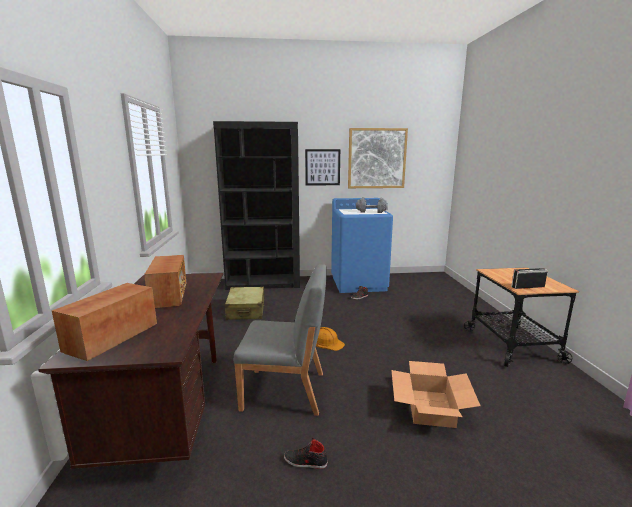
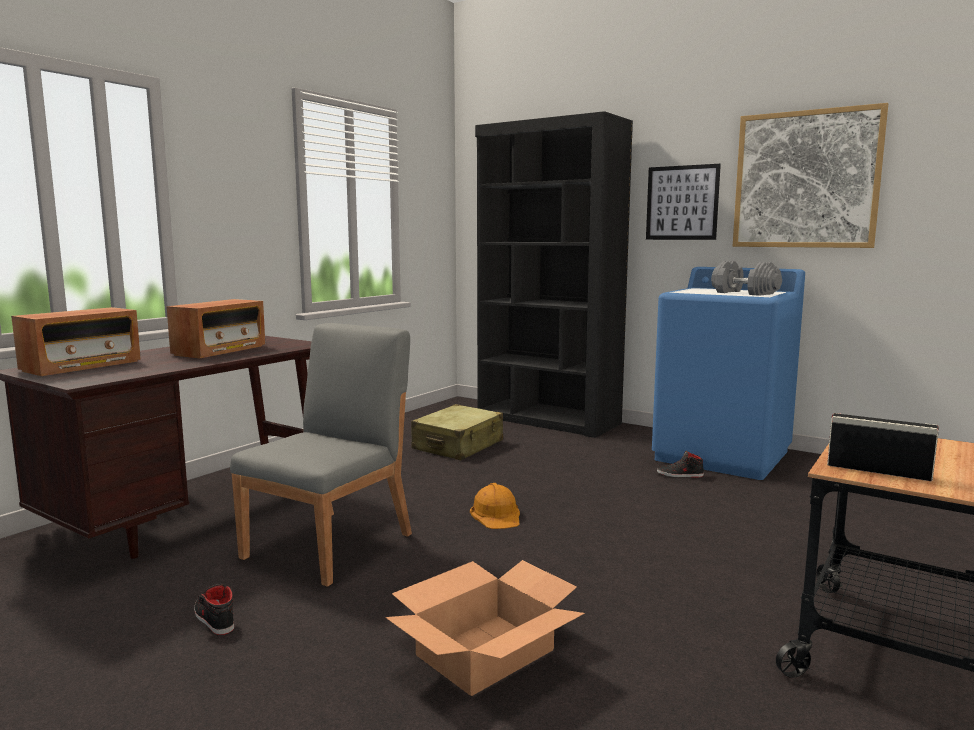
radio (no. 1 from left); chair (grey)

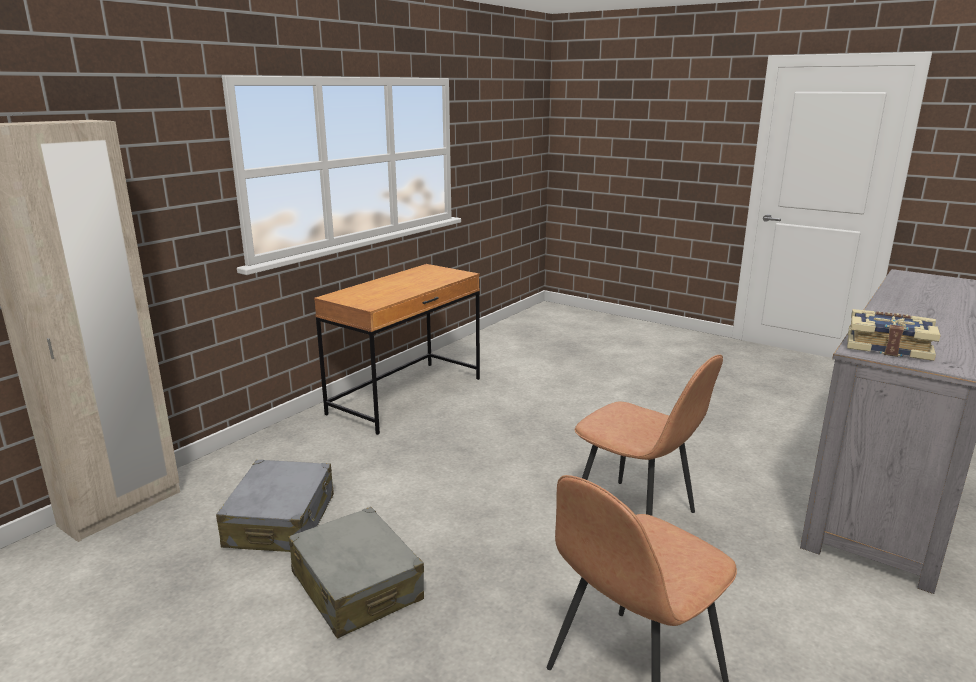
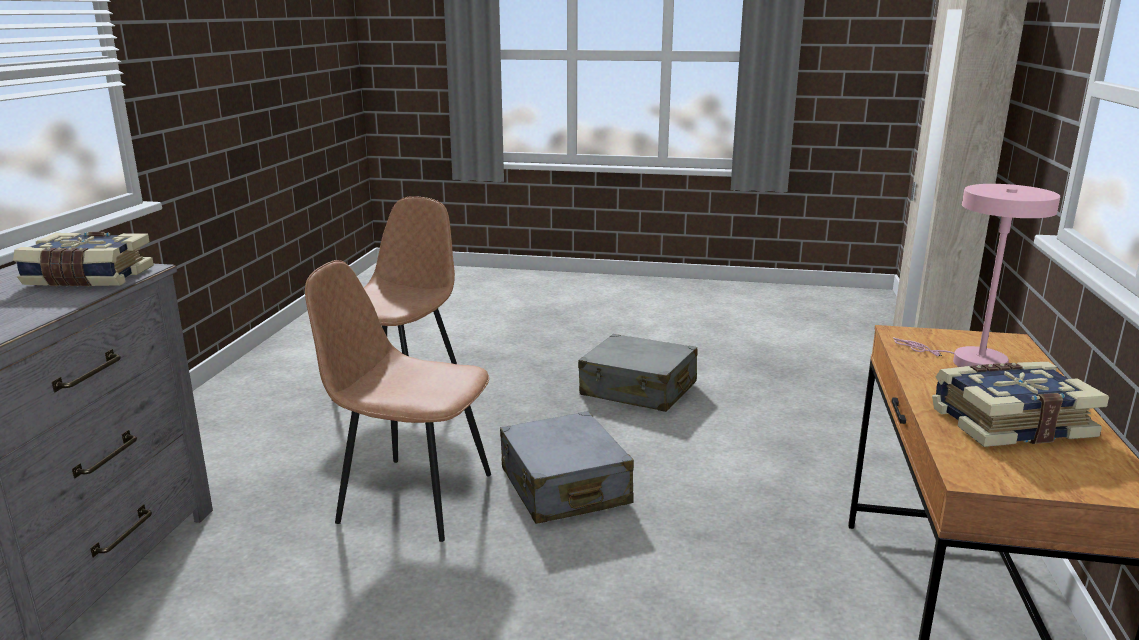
suitcase (grey) (no. 1 from left); table lamp (pink); book (no. 2 from left)

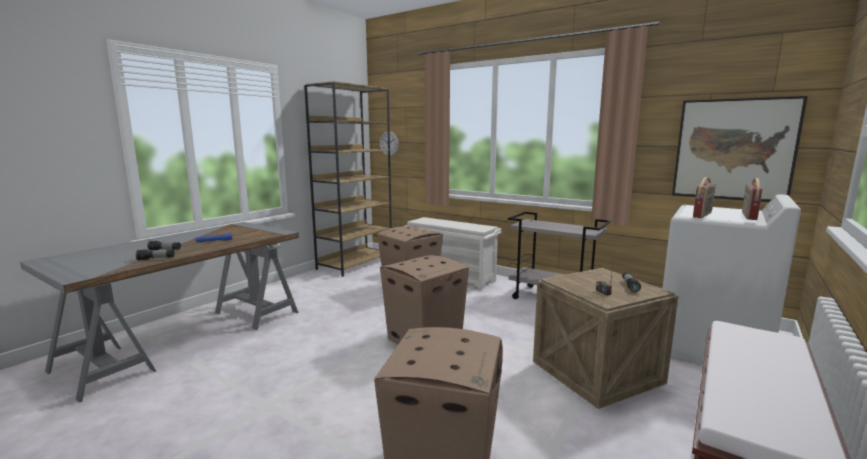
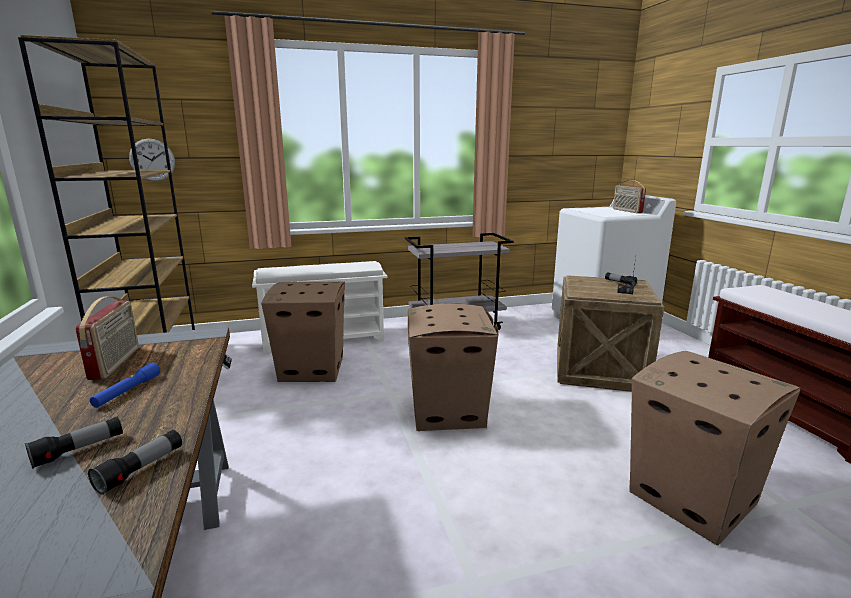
radio (no. 1 from left); picture

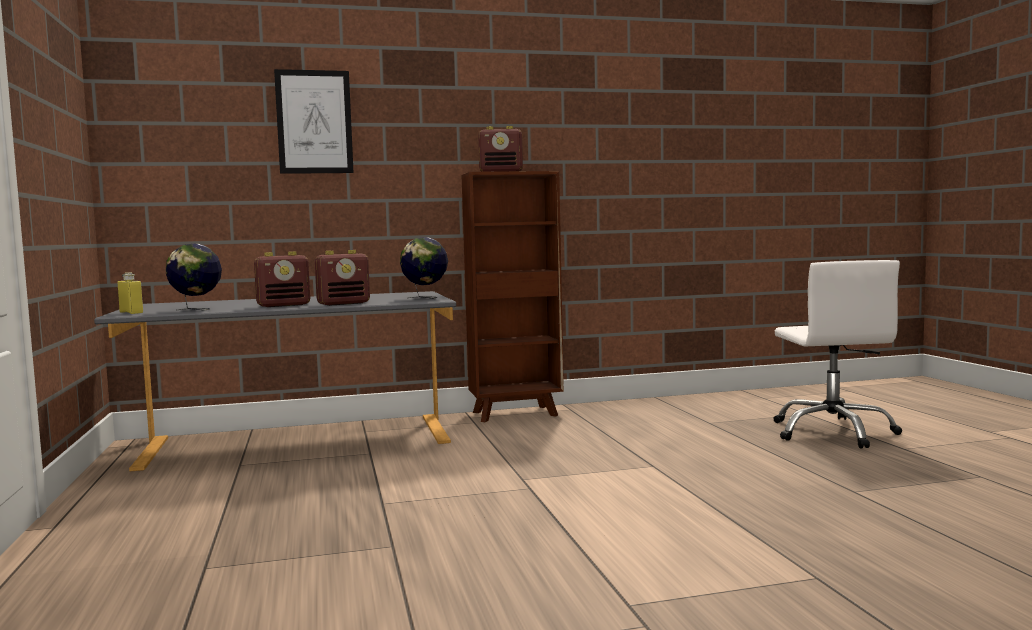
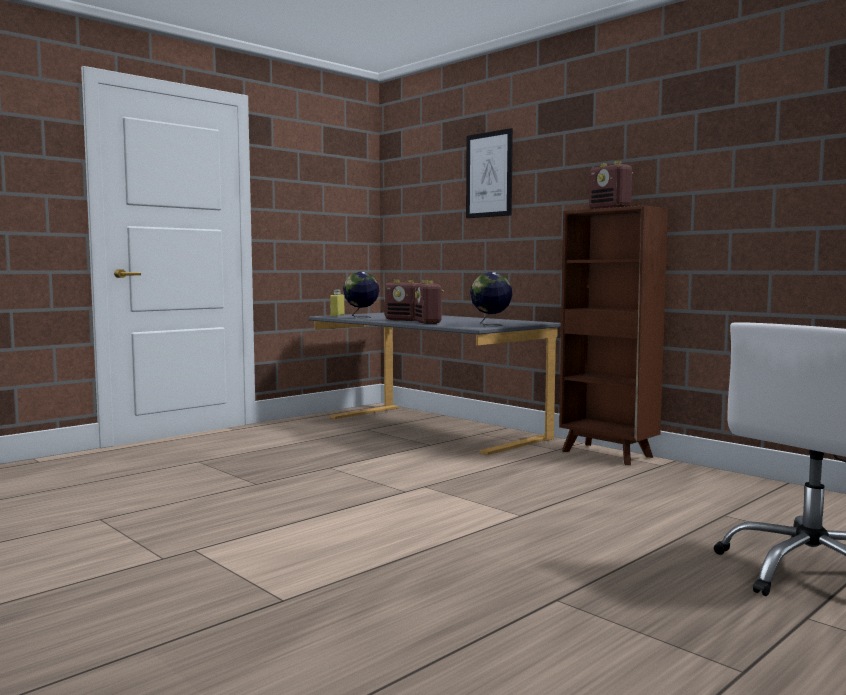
radio (no. 2 from left)

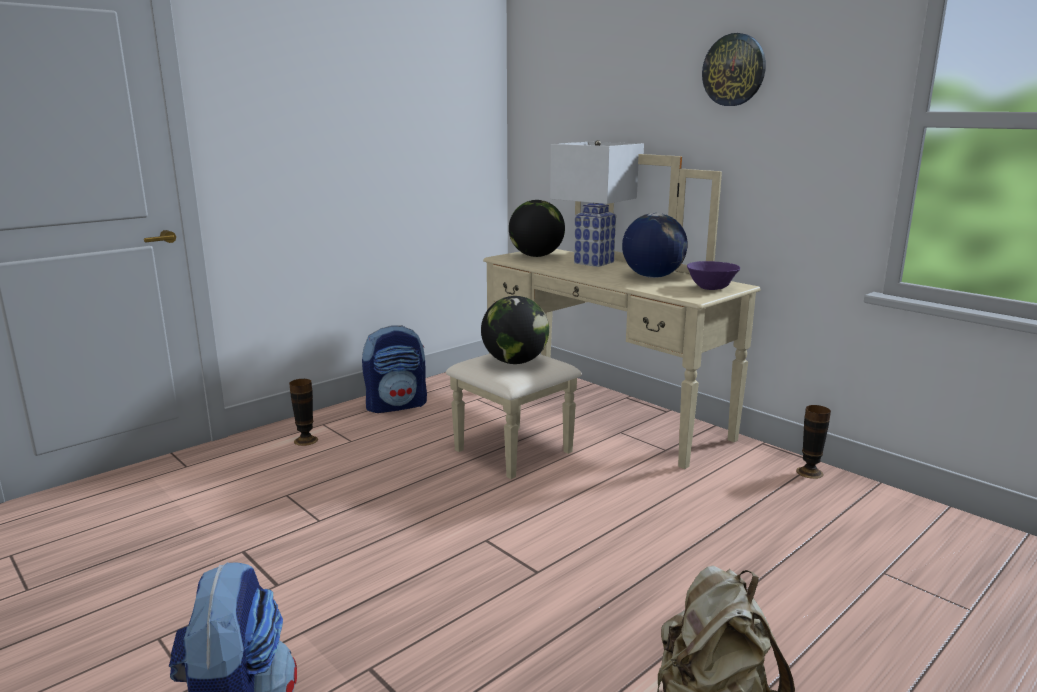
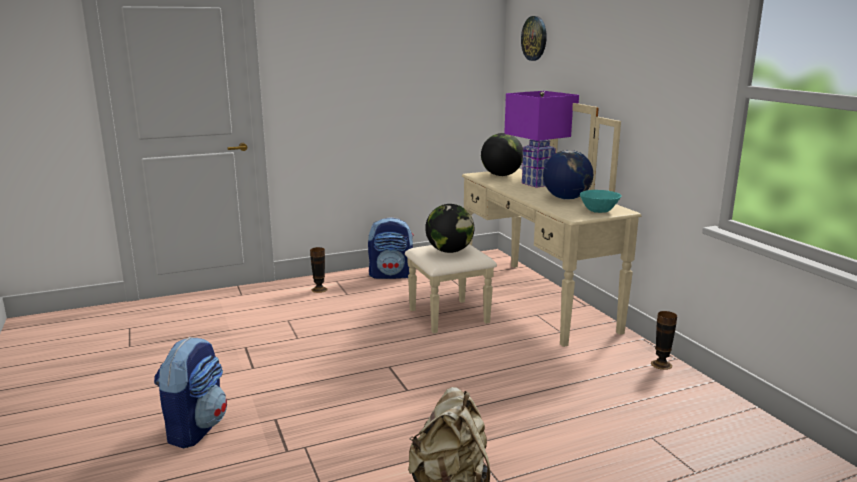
table lamp (purple); wall clock; bowl (turquoise)

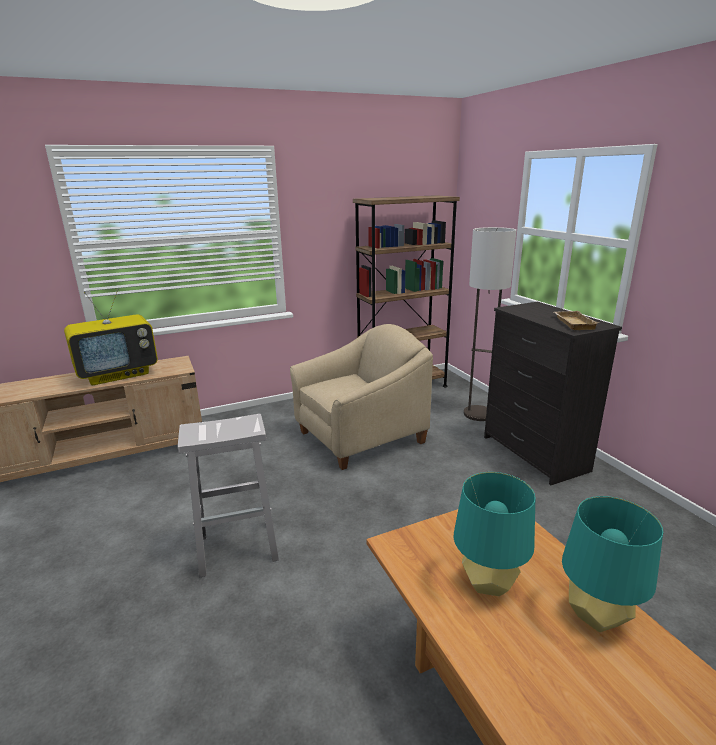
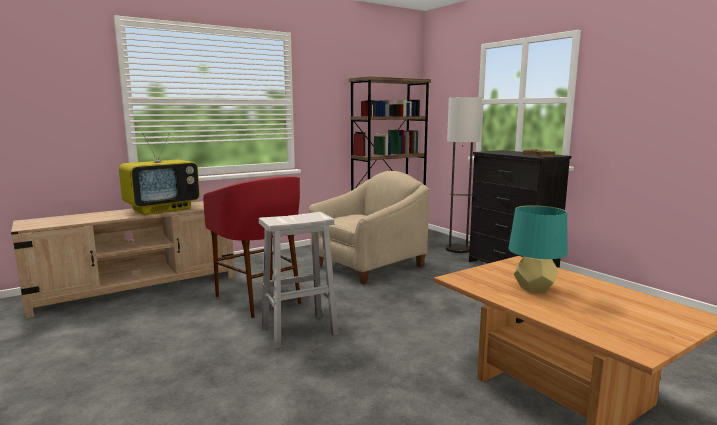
stool (red); table lamp (turquoise) (no. 2 from left in the first image)

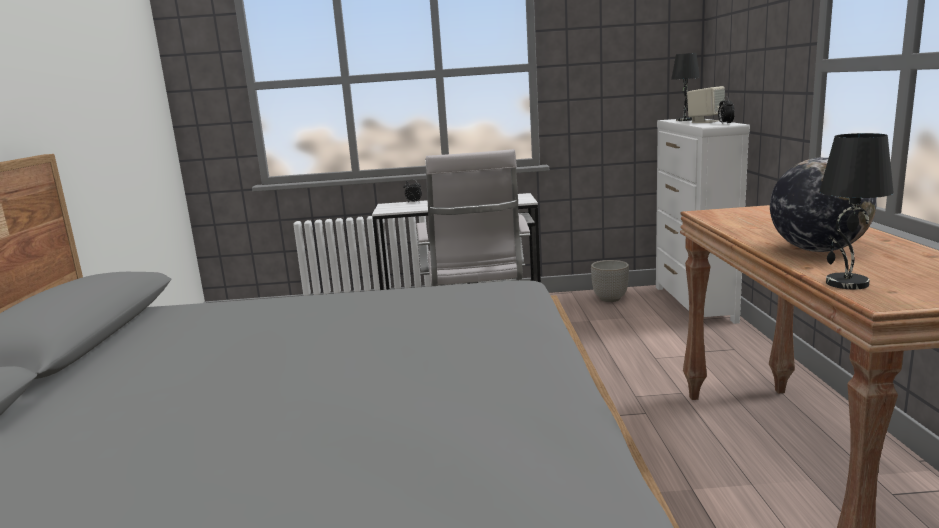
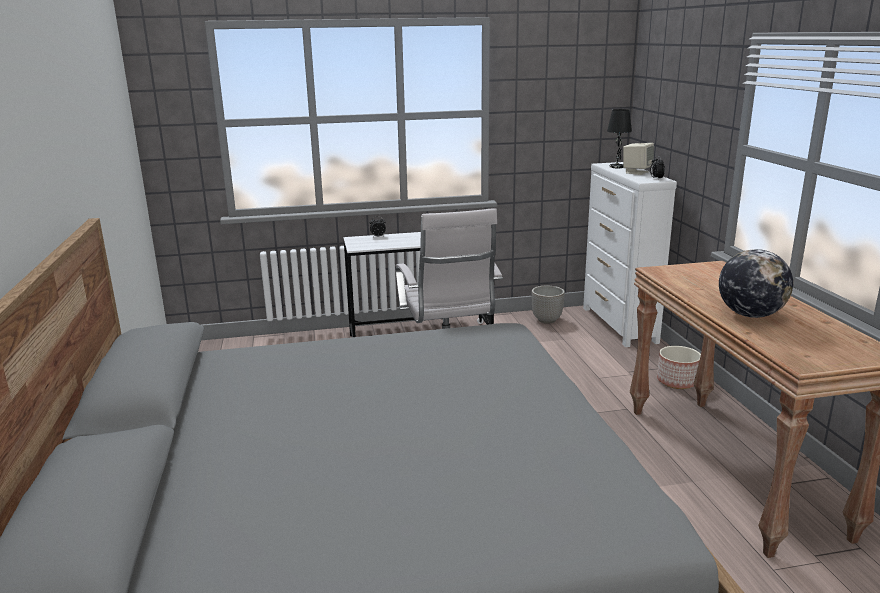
planter (no. 2 from left); table lamp (black) (no. 2 from left in the first image)

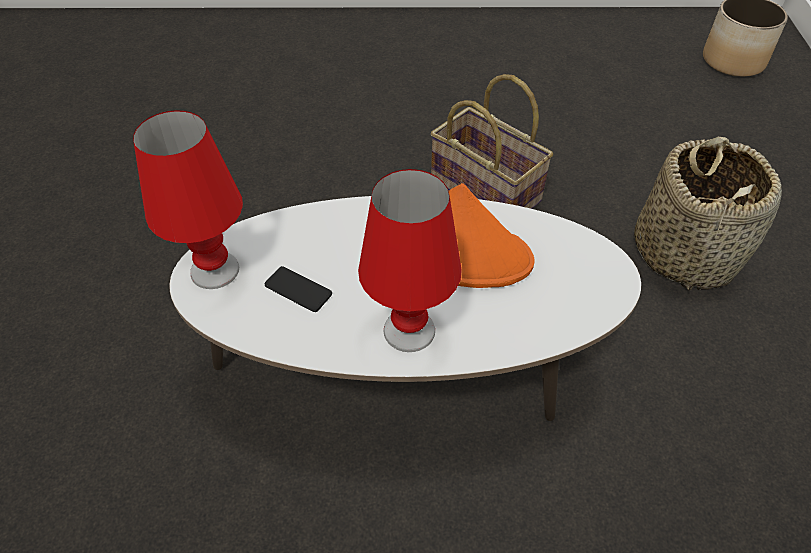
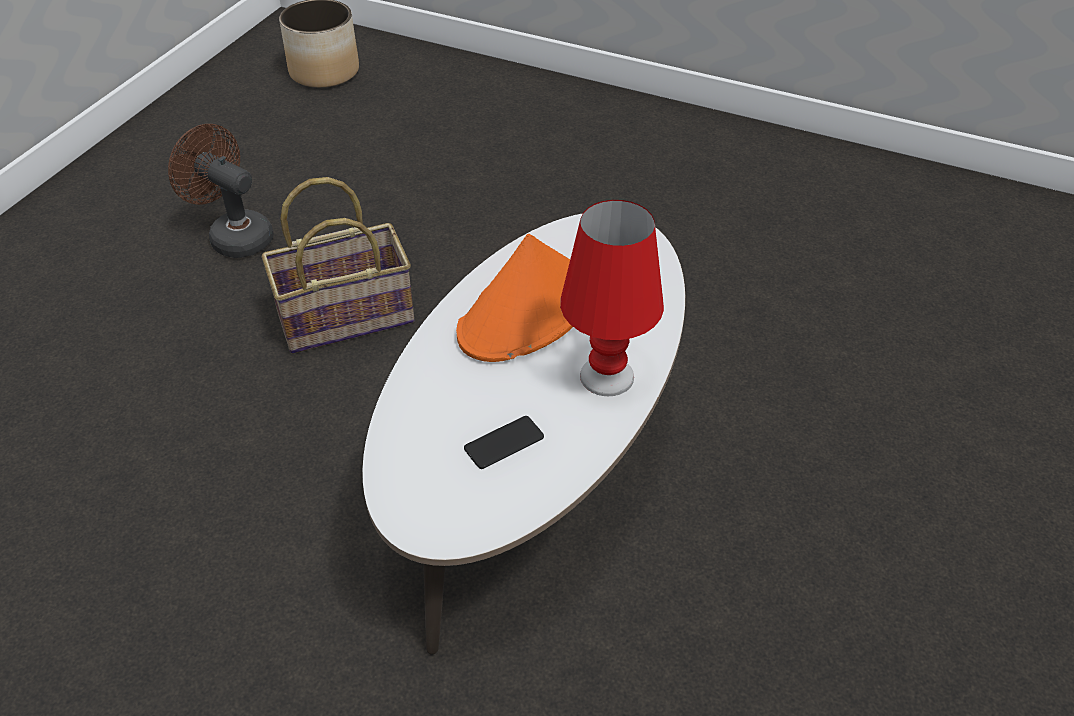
fan (brown); table lamp (red) (no. 1 from left in the first image); basket (no. 2 from left in the first image)

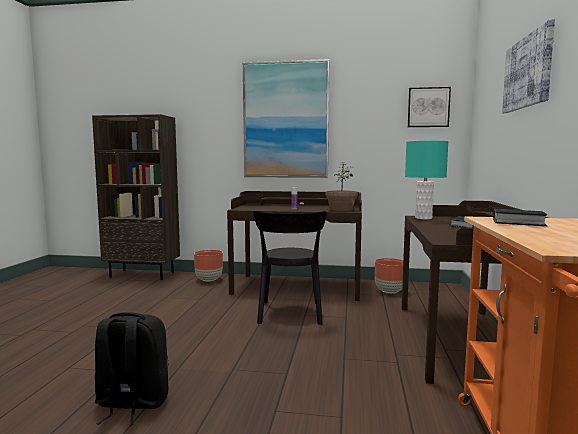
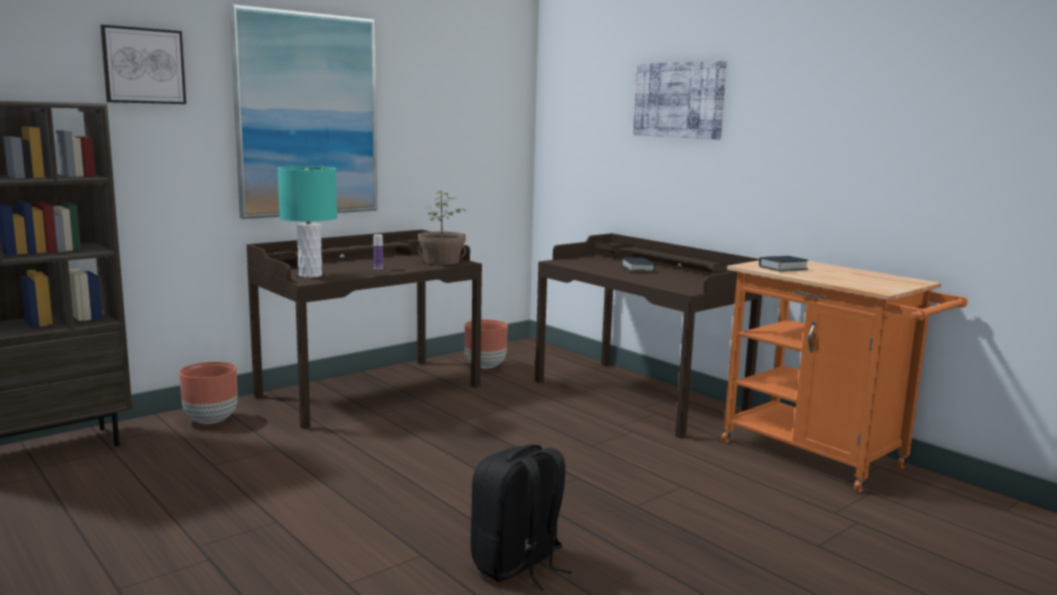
picture (no. 1 from left); table lamp (turquoise); chair (black)

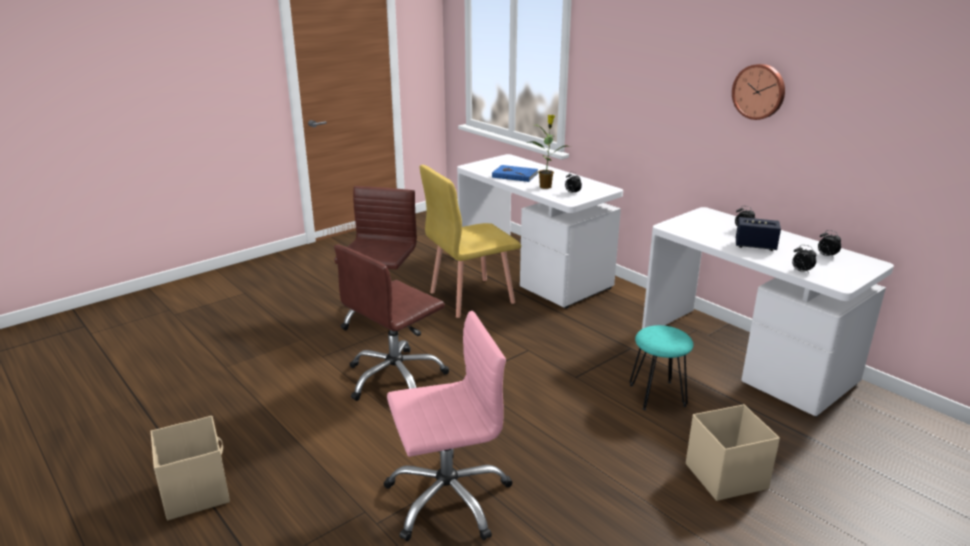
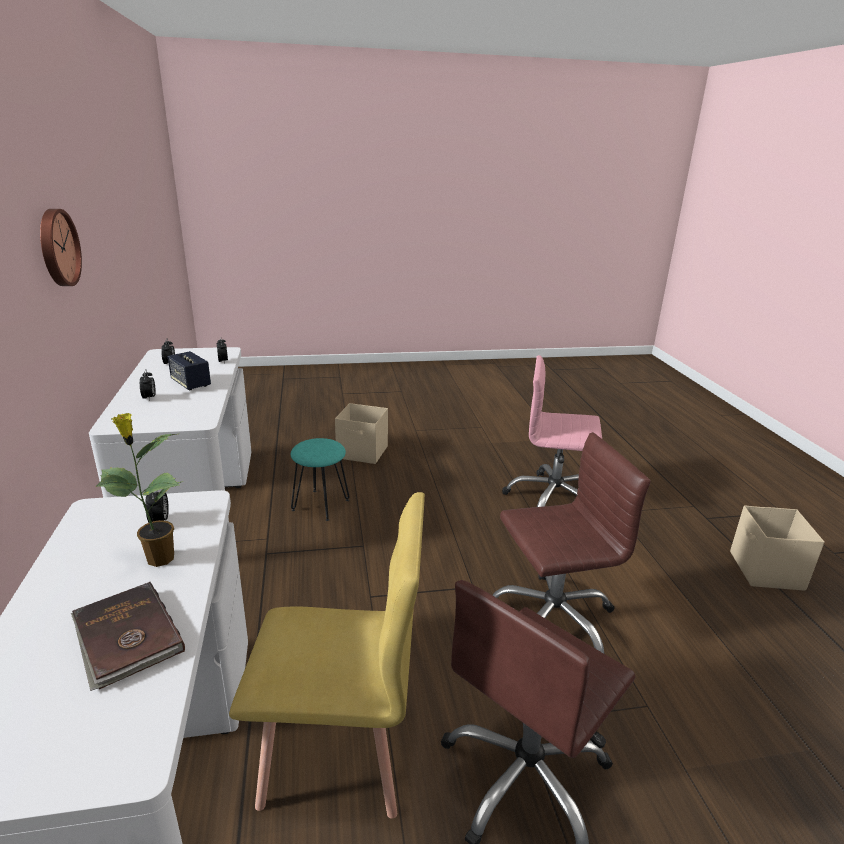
book (brown)

